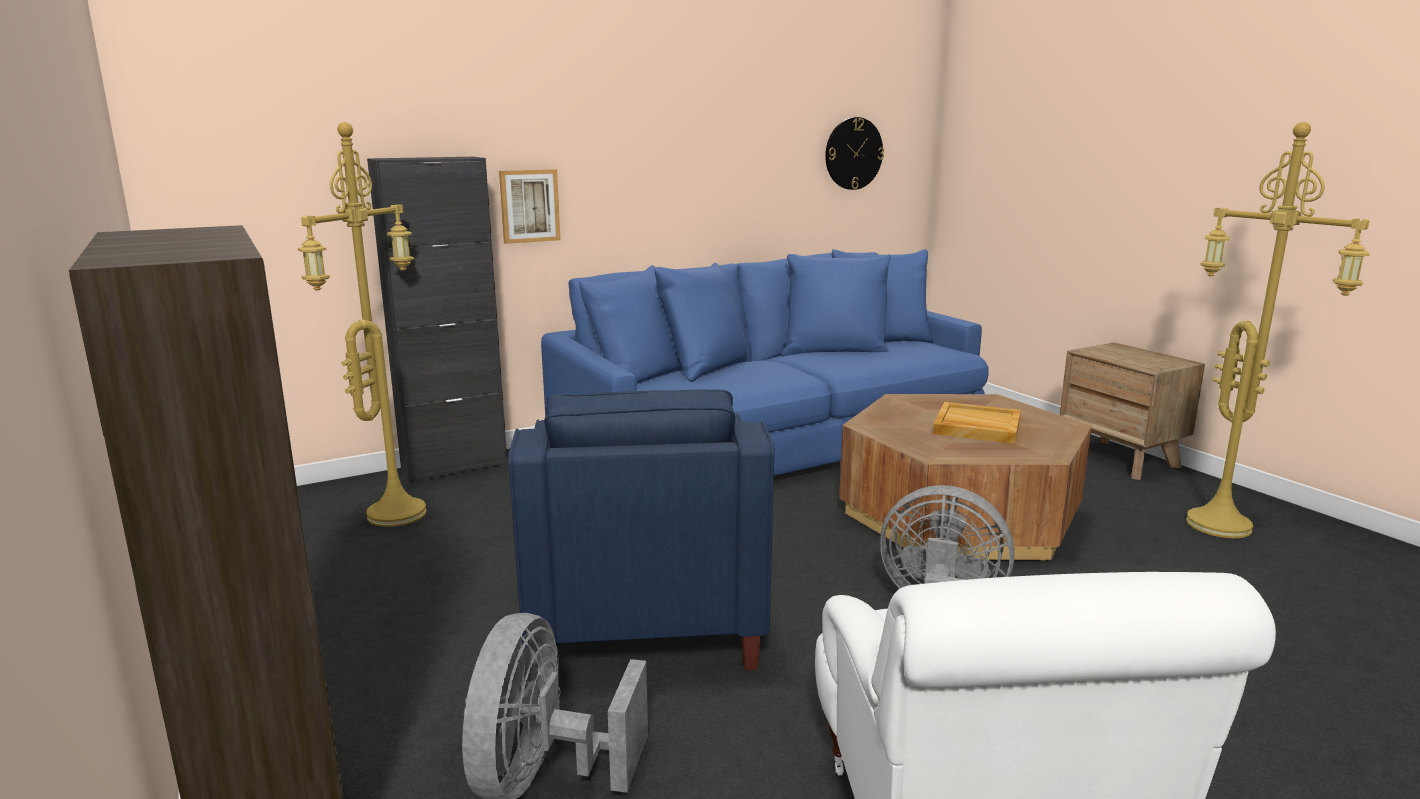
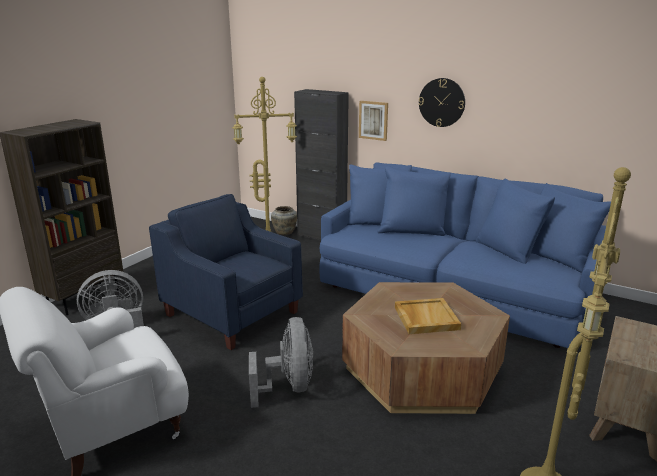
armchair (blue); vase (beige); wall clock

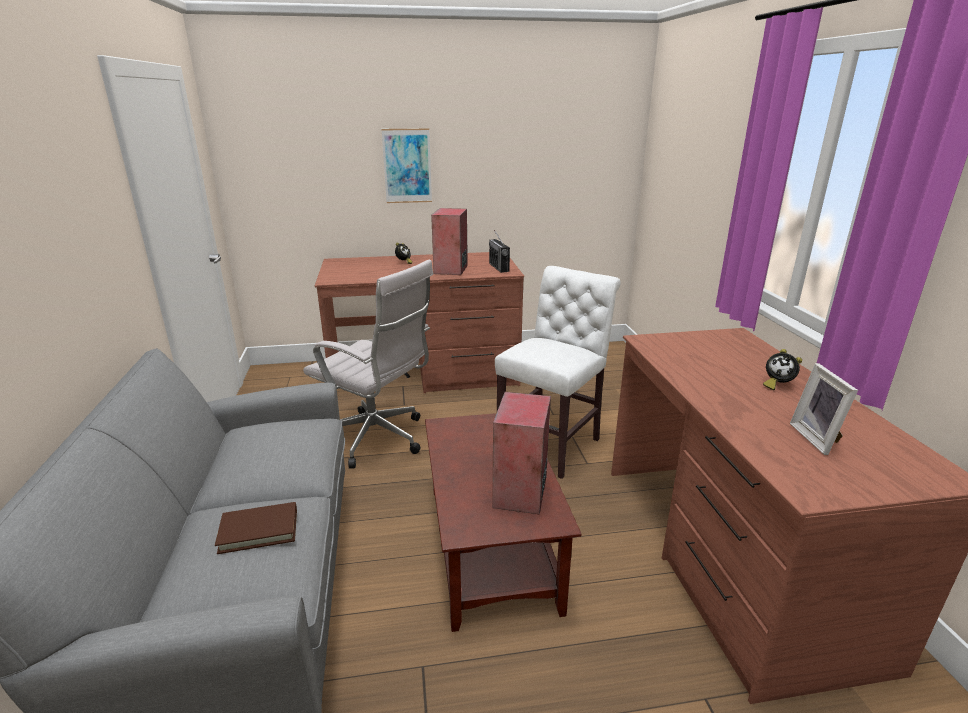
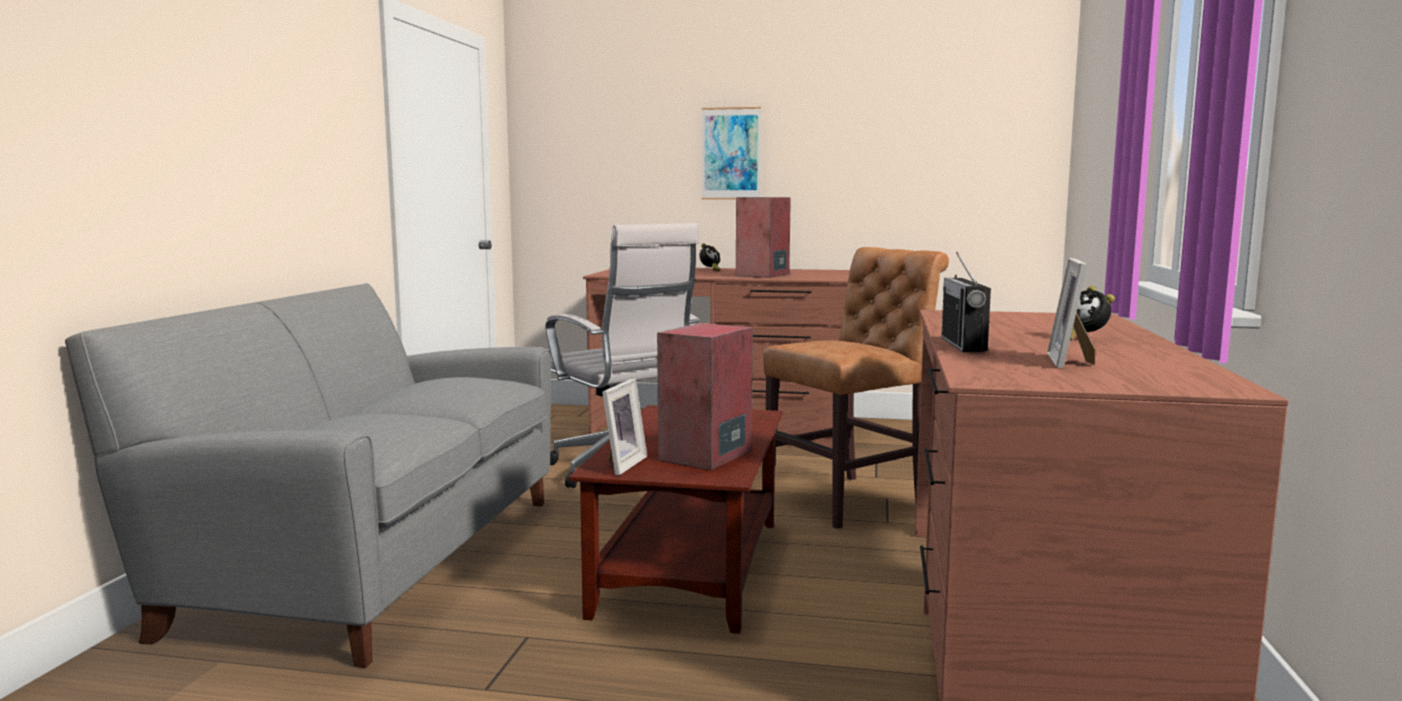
picture frame (no. 1 from left); chair (brown); radio; book (brown)

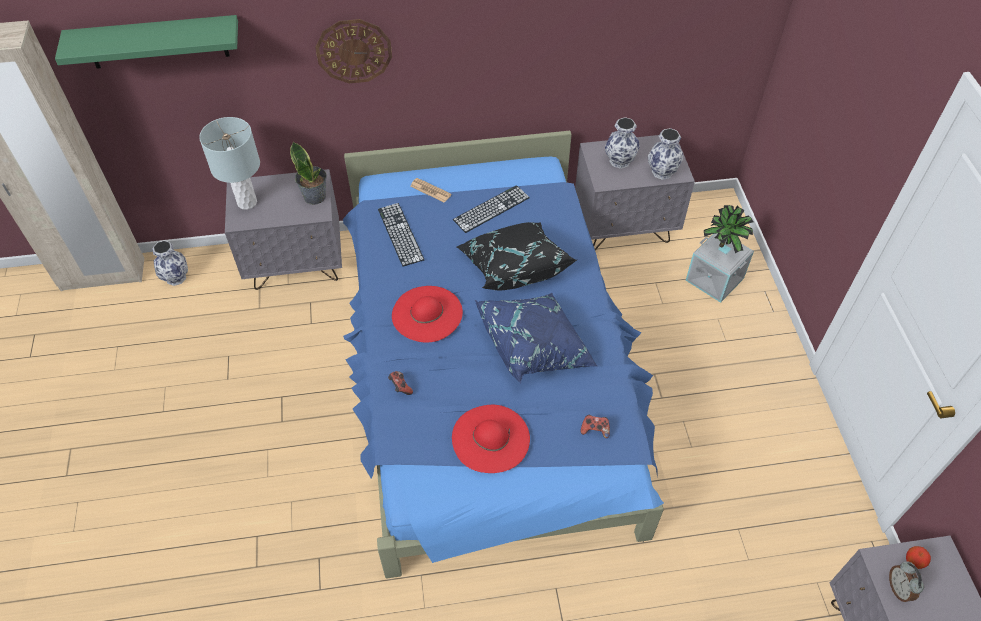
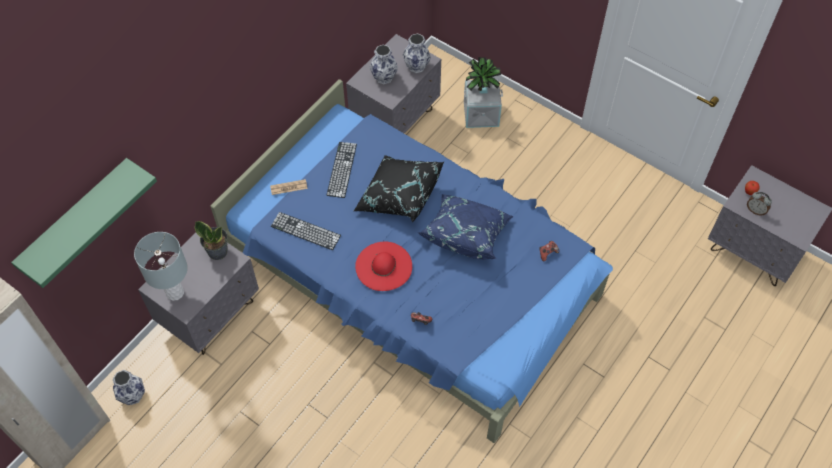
wall clock; hat (red) (no. 2 from left in the first image)

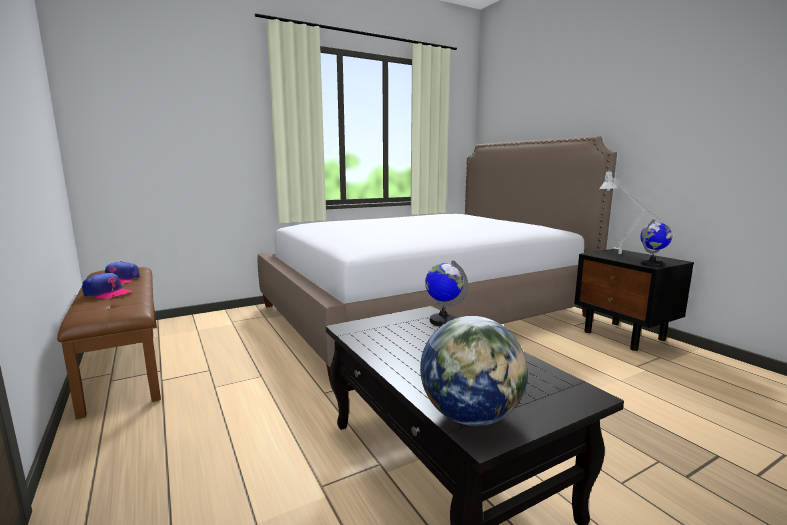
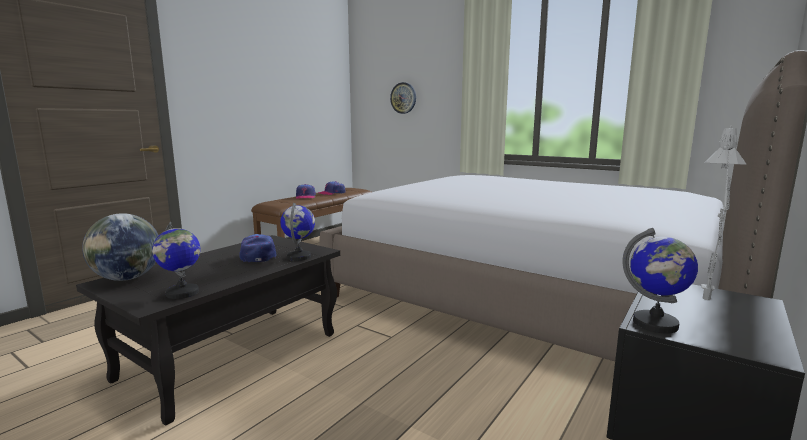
globe (no. 2 from left); cap (no. 1 from left); wall clock

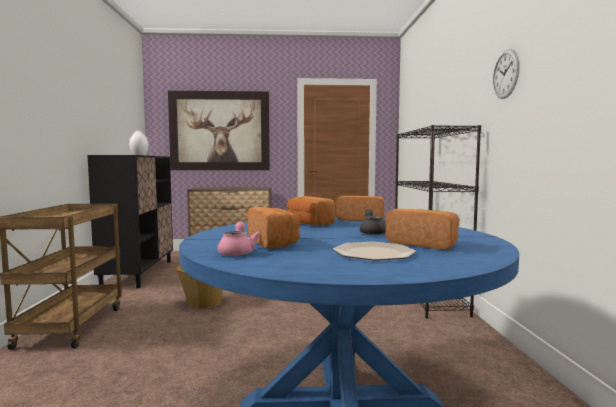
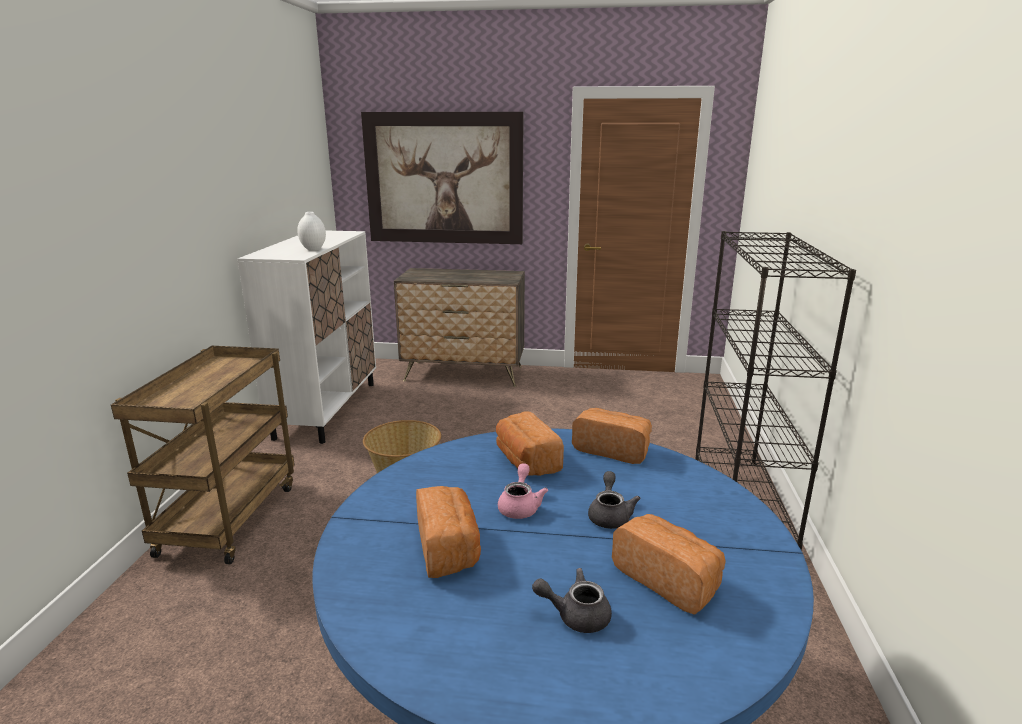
cabinet (white); teapot (pink); teapot (grey) (no. 1 from left); wall clock

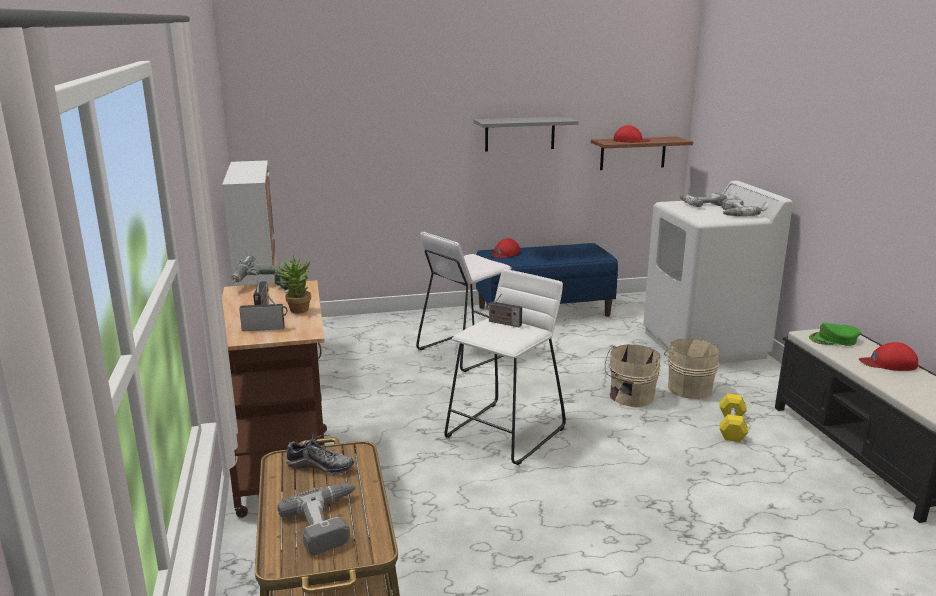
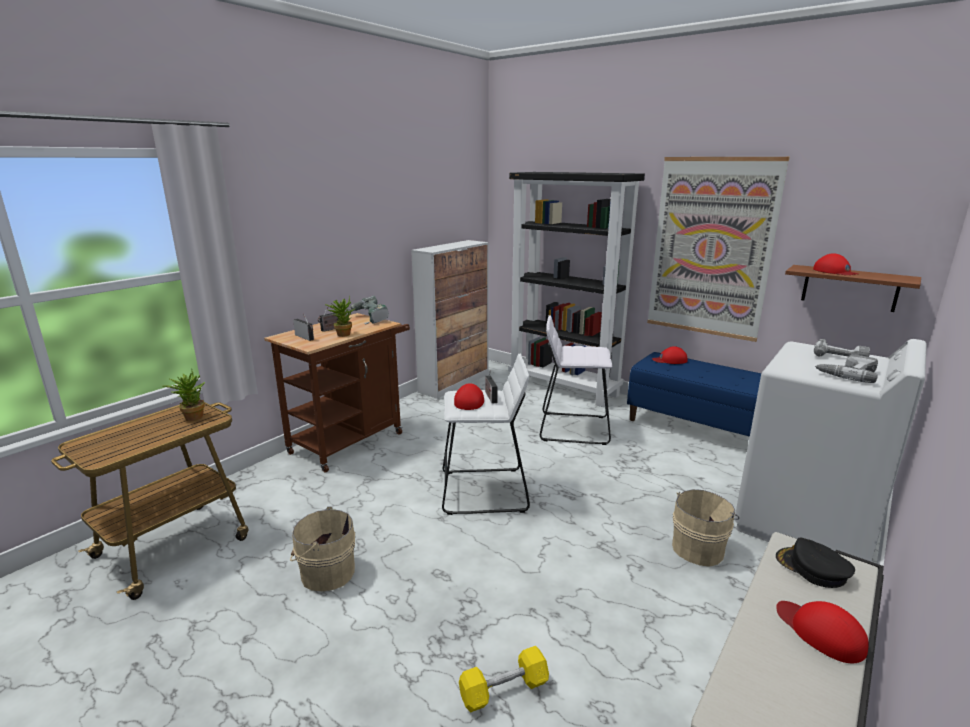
potted plant (no. 1 from left); bucket (beige) (no. 1 from left); cap (red) (no. 1 from left); dumbbell (yellow); bookcase (black); picture; cap (black); power drill (no. 2 from left in the first image)

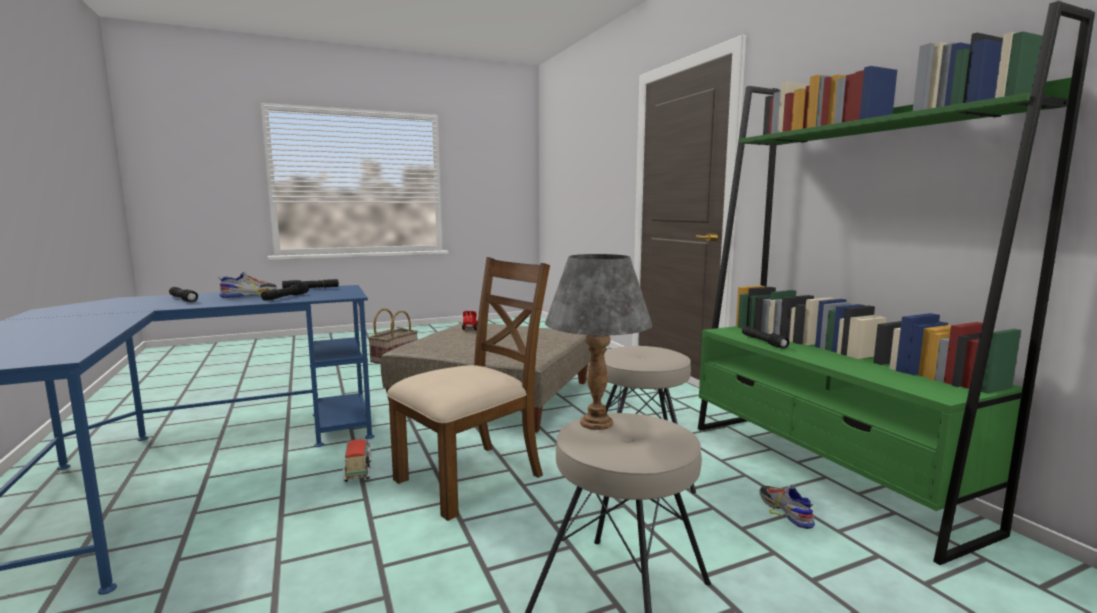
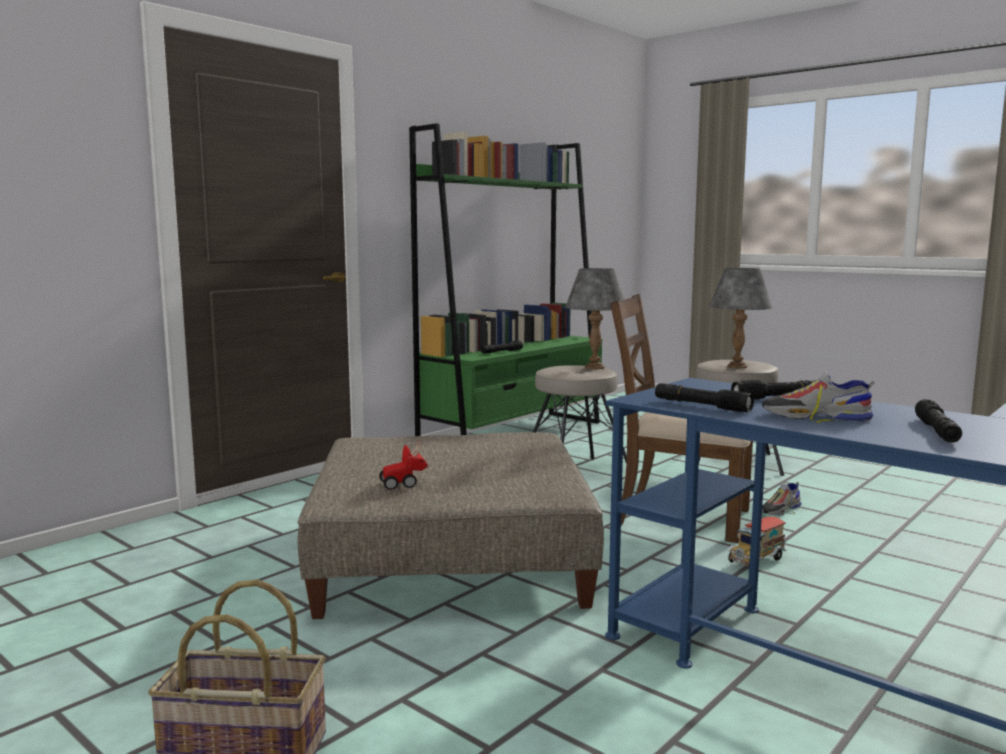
table lamp (grey) (no. 1 from left); shoe (no. 1 from left)

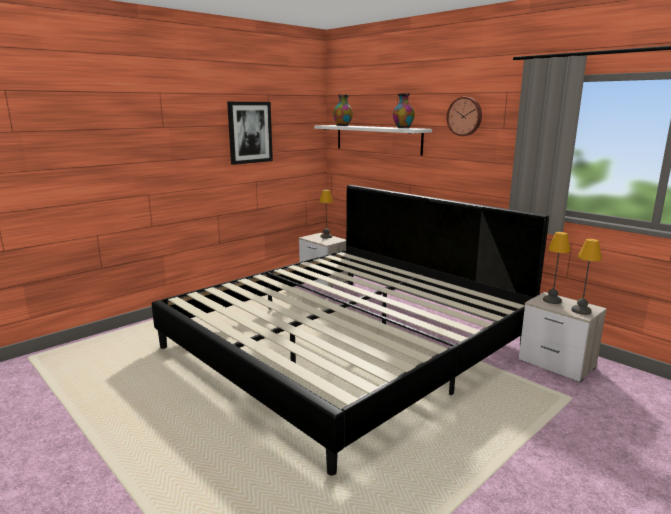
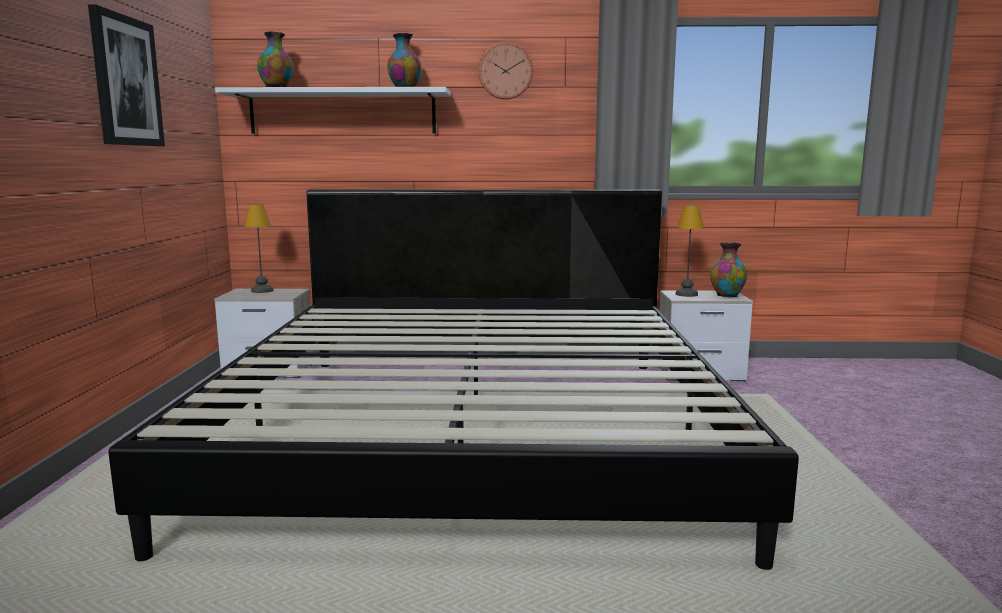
vase (no. 3 from left)

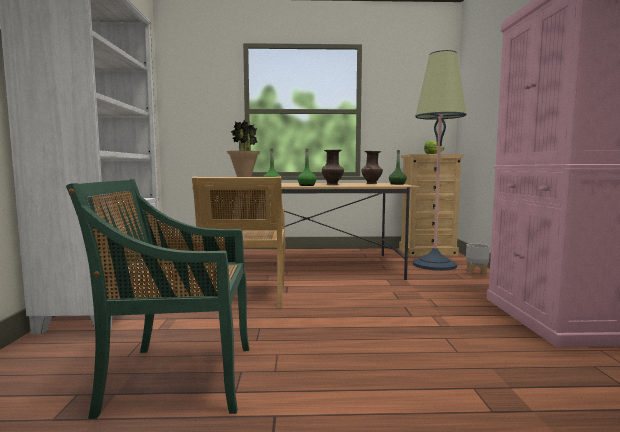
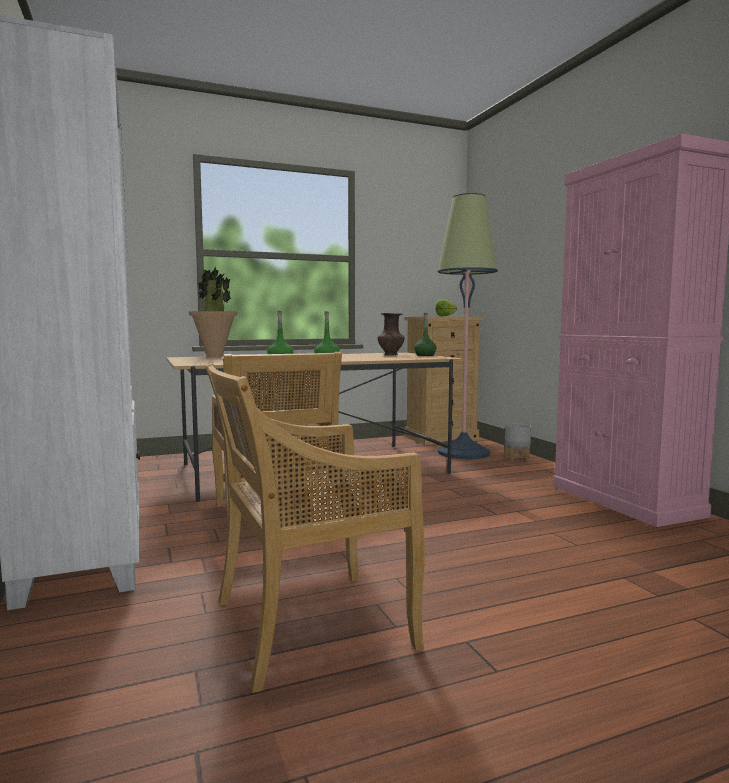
chair (beige) (no. 2 from left); vase (brown) (no. 1 from left in the first image)

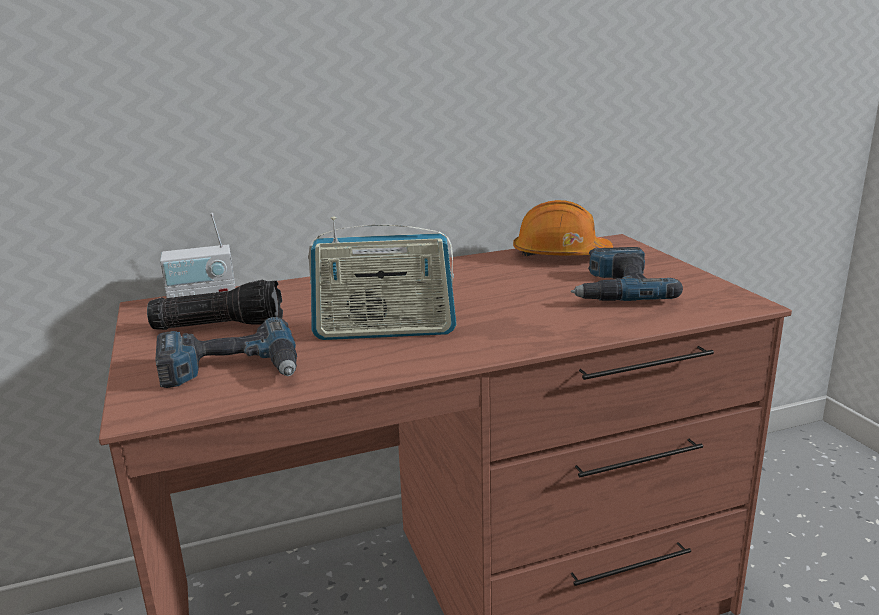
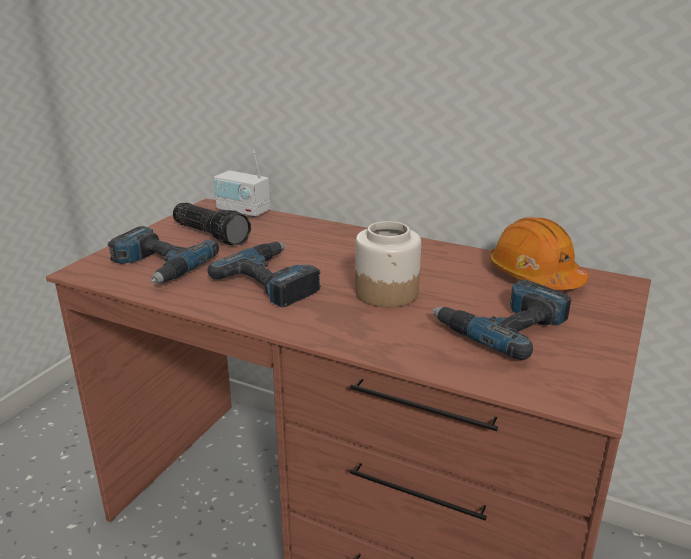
power drill (no. 2 from left); jar

